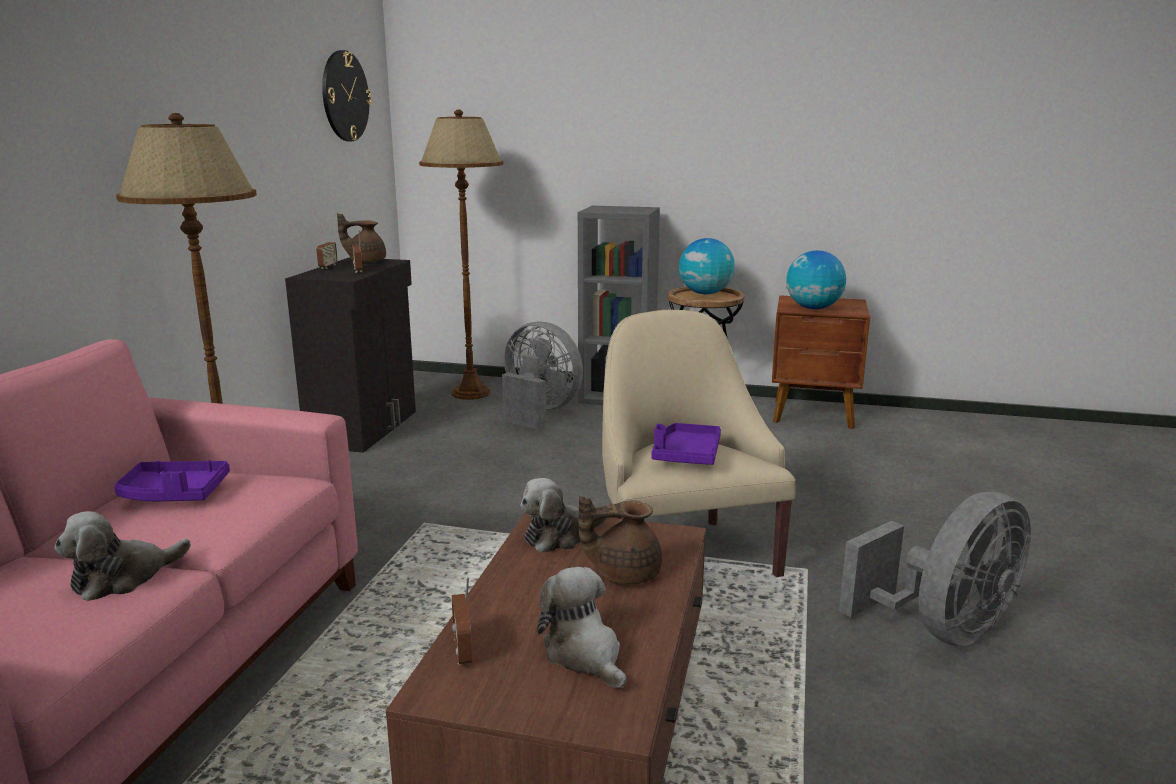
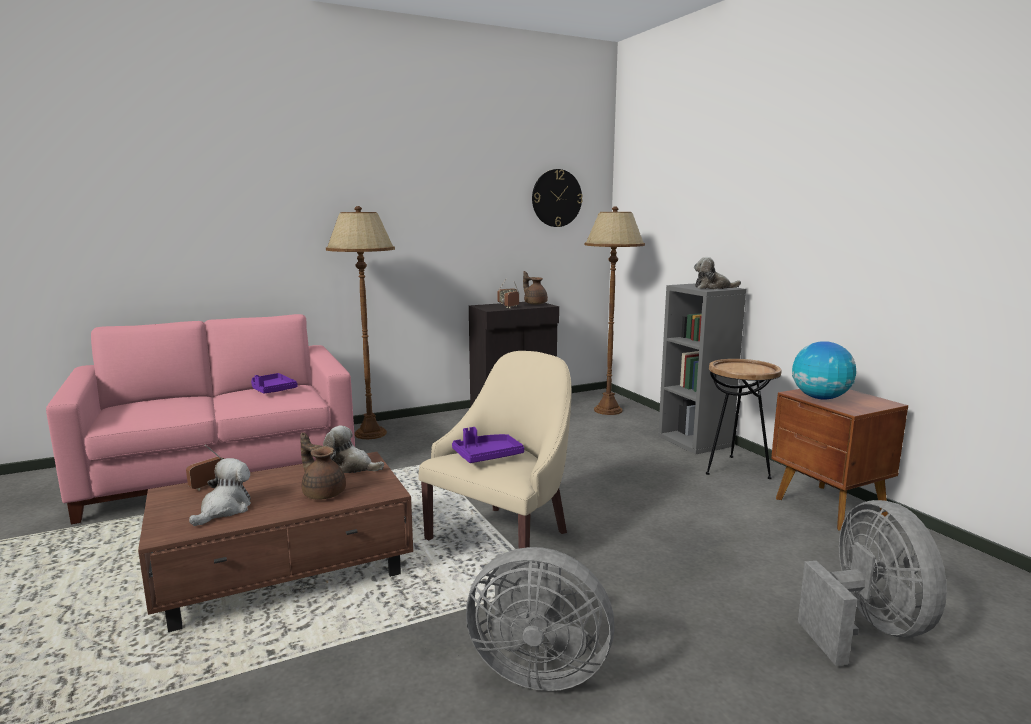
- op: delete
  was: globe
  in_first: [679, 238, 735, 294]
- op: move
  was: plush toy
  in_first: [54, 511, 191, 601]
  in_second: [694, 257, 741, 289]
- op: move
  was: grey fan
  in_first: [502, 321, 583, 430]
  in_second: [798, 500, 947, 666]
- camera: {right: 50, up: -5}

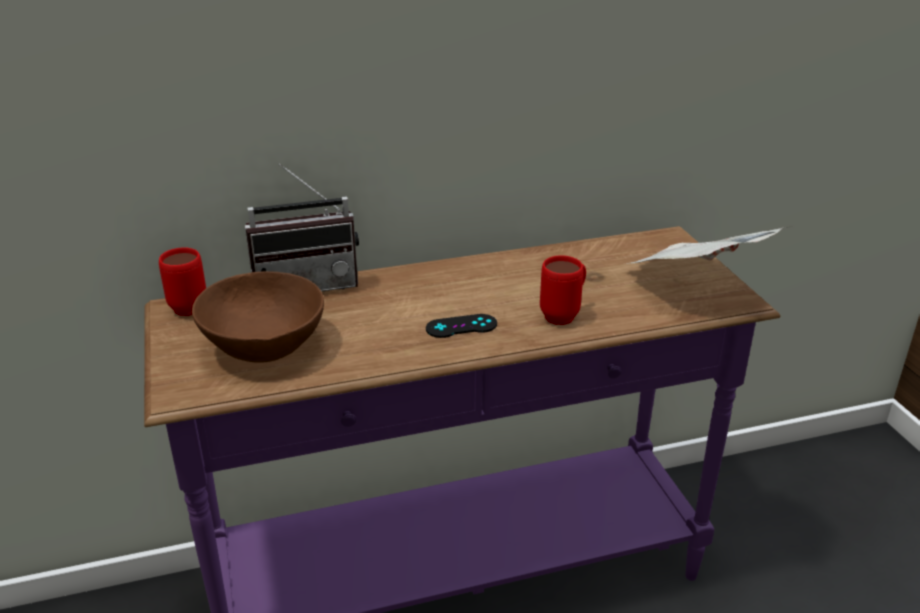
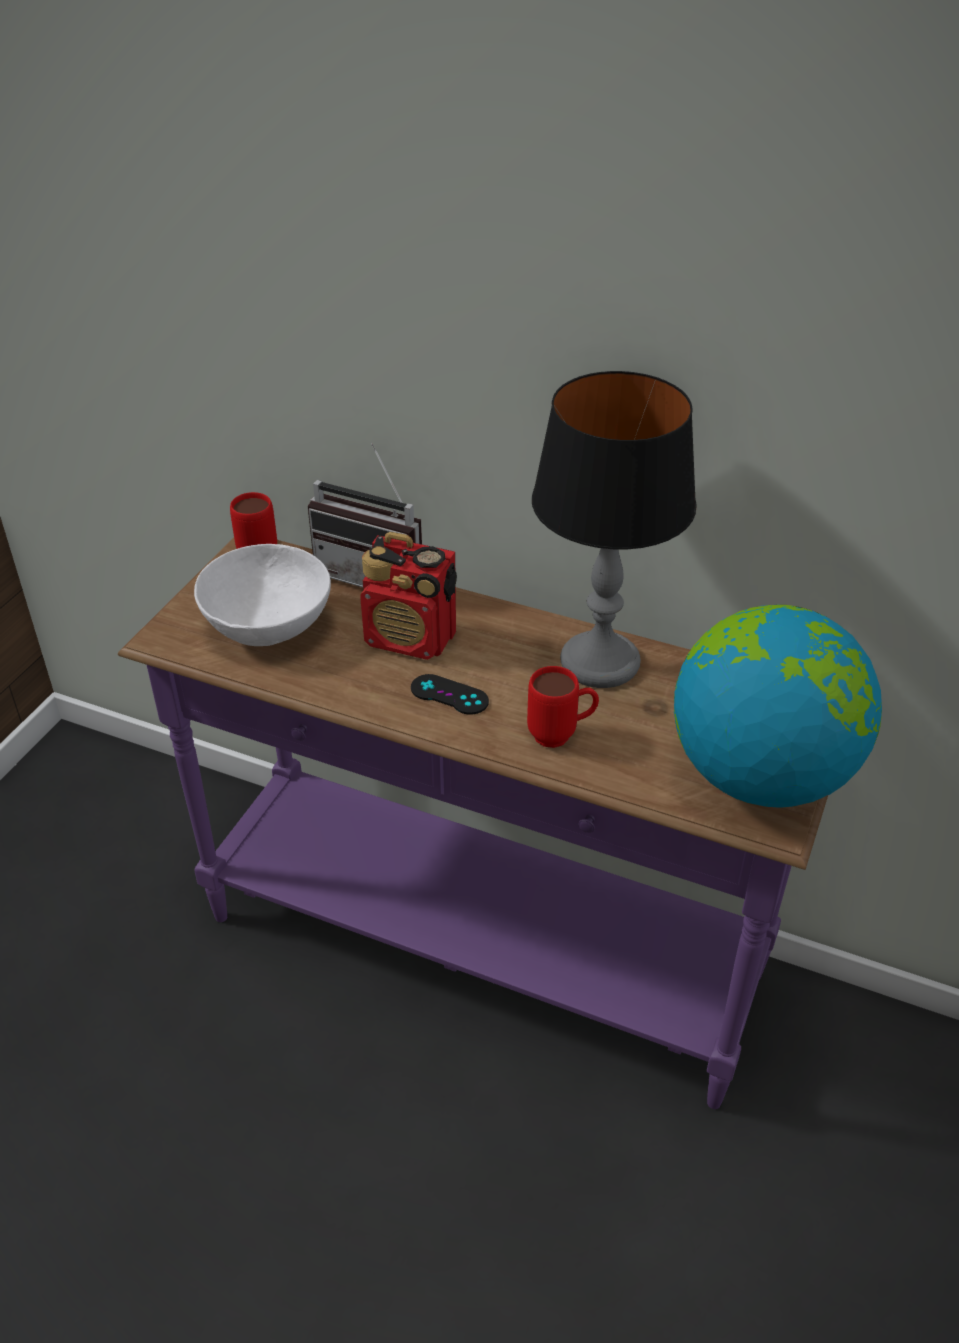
- op: insert
  now: radio
  in_second: [360, 532, 457, 660]
- op: insert
  now: table lamp
  in_second: [532, 371, 697, 688]
- op: replace
  was: newspaper
  now: globe
  in_first: [626, 227, 788, 264]
  in_second: [674, 605, 882, 808]
- op: recolor
  was: brown bowl
  now: white bowl
  in_first: [192, 272, 324, 363]
  in_second: [194, 544, 331, 646]
- camera: {right: 40, up: 10}

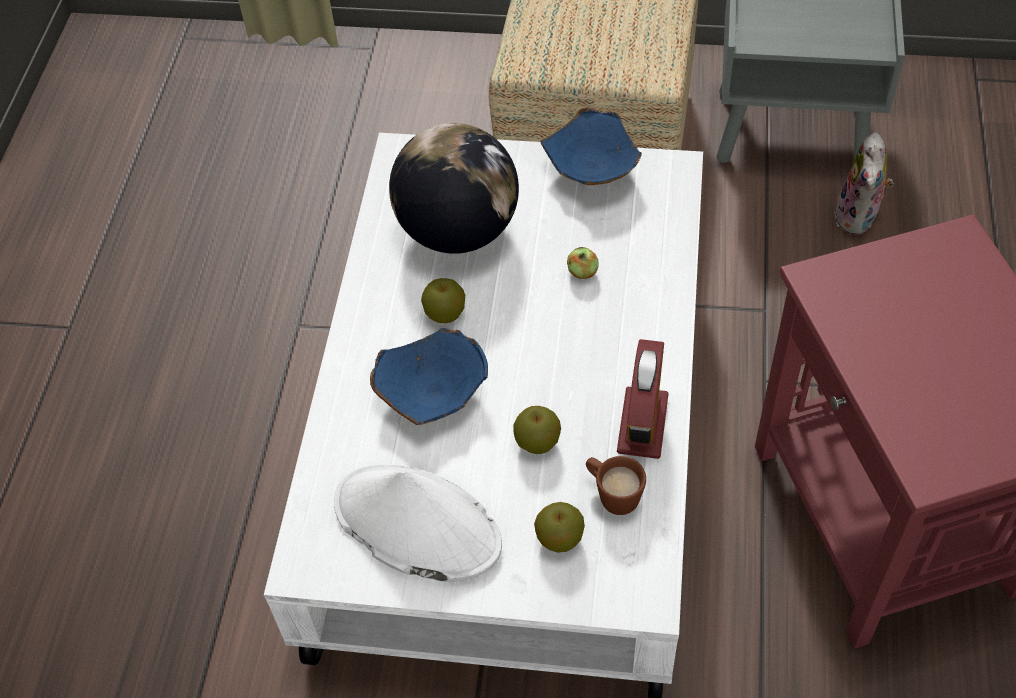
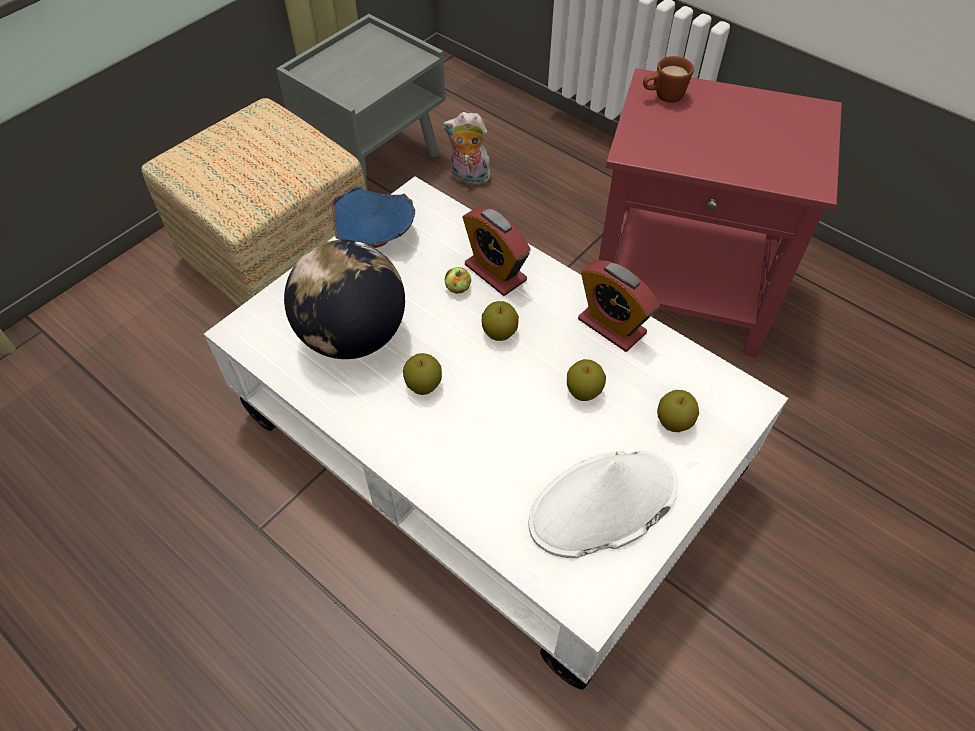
- op: delete
  was: blue bowl
  in_first: [370, 327, 488, 425]
- op: insert
  now: alarm clock
  in_second: [463, 207, 531, 296]
- op: insert
  now: apple
  in_second: [482, 301, 519, 341]
- op: move
  was: brown mug
  in_first: [586, 456, 646, 515]
  in_second: [643, 56, 694, 103]
- op: rotate
  was: plush toy
  in_first: [834, 132, 894, 234]
  in_second: [443, 112, 491, 185]
  clockwise: 150
- camera: {right: -60, up: 0}

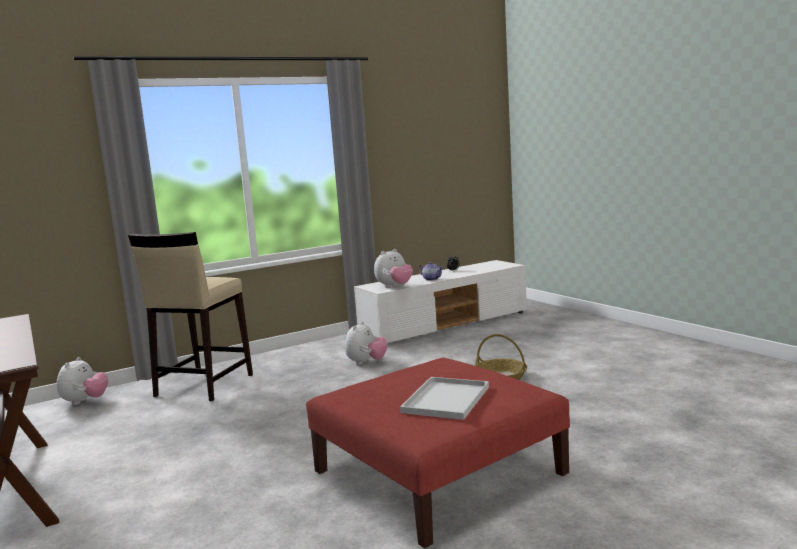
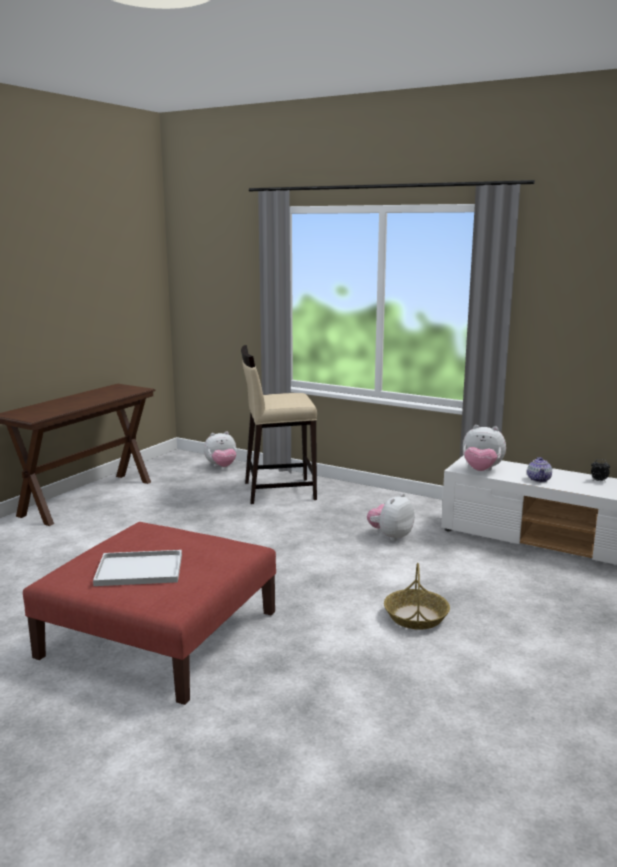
- op: rotate
  was: plush toy
  in_first: [345, 321, 387, 365]
  in_second: [367, 493, 414, 541]
  clockwise: 135
- camera: {right: 60, up: 5}

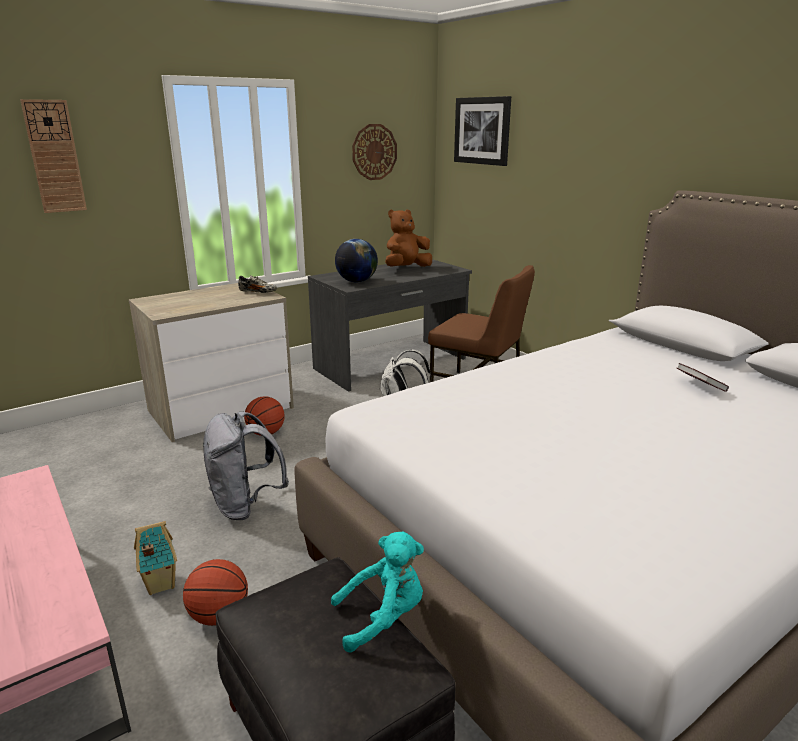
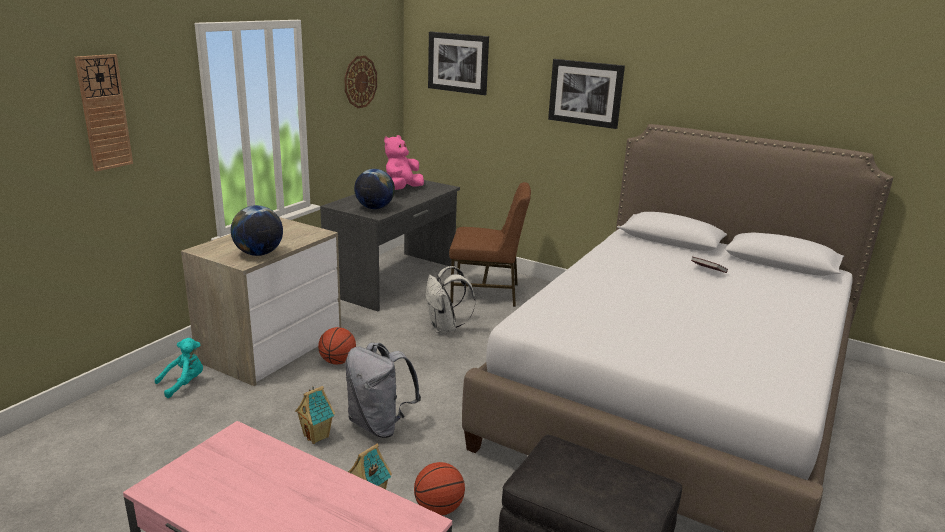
- op: delete
  was: shoe
  in_first: [238, 275, 277, 293]
- op: insert
  now: globe
  in_second: [231, 205, 283, 256]
- op: insert
  now: toy house
  in_second: [295, 386, 335, 444]
- op: insert
  now: picture
  in_second: [548, 59, 625, 129]
- op: move
  was: turquoise plush toy
  in_first: [331, 532, 424, 653]
  in_second: [155, 338, 203, 398]
- op: recolor
  was: brown plush toy
  now: pink plush toy
  in_first: [385, 209, 432, 267]
  in_second: [384, 135, 424, 190]
- camera: {right: -25, up: 0}

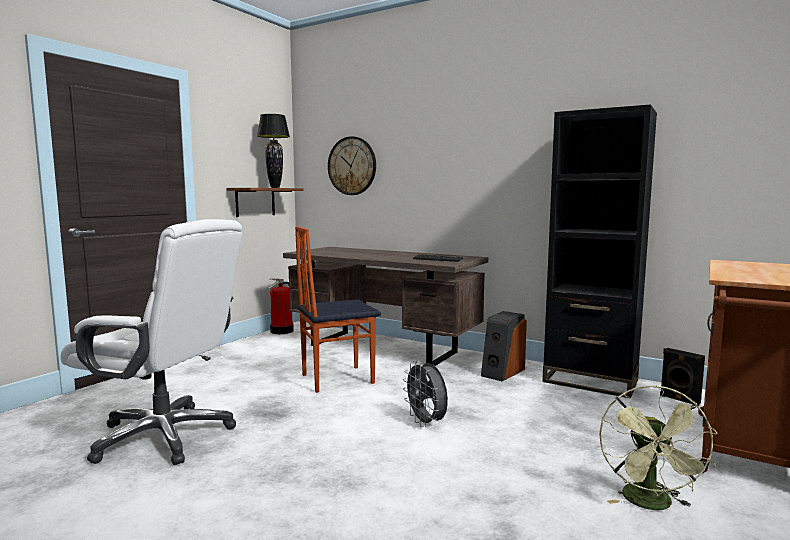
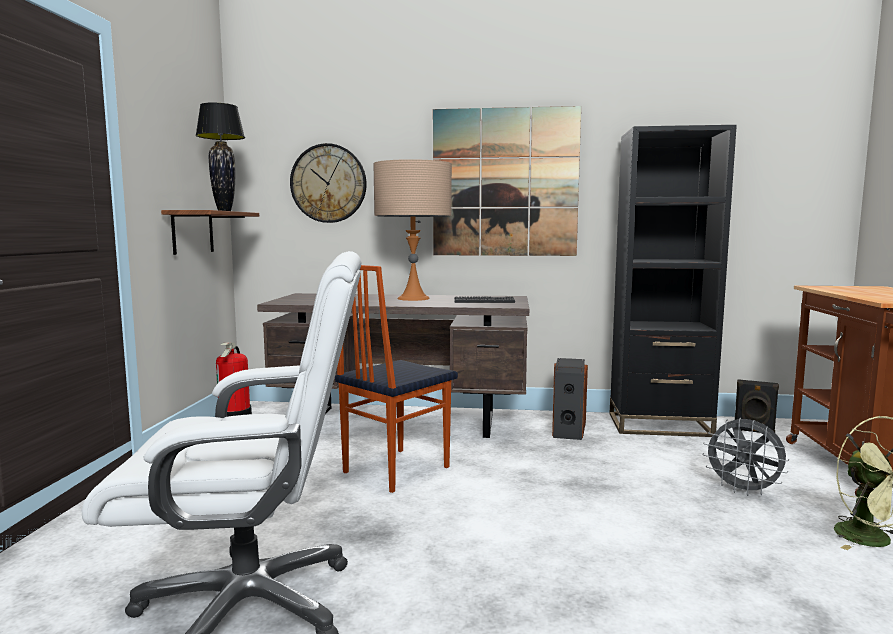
- op: insert
  now: beige table lamp
  in_second: [374, 159, 452, 301]
- op: insert
  now: picture
  in_second: [433, 106, 581, 256]
- op: move
  was: grey fan
  in_first: [403, 361, 448, 428]
  in_second: [702, 418, 789, 496]
- camera: {right: -25, up: 0}

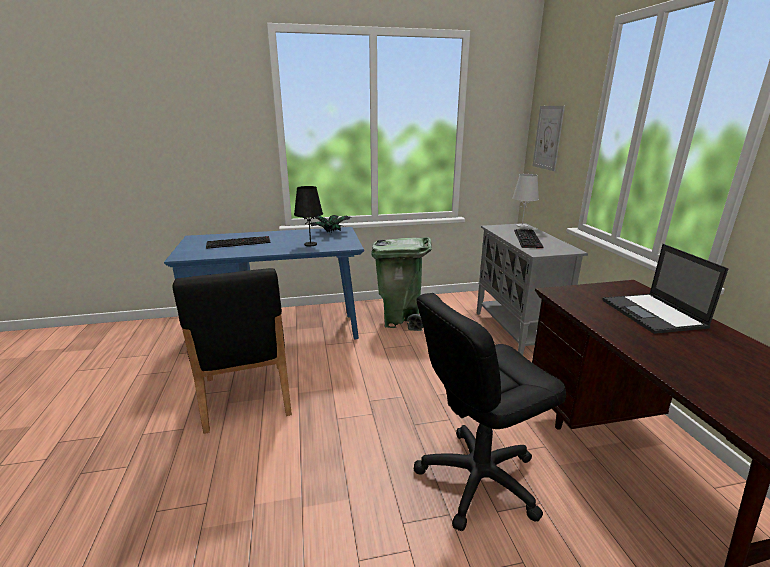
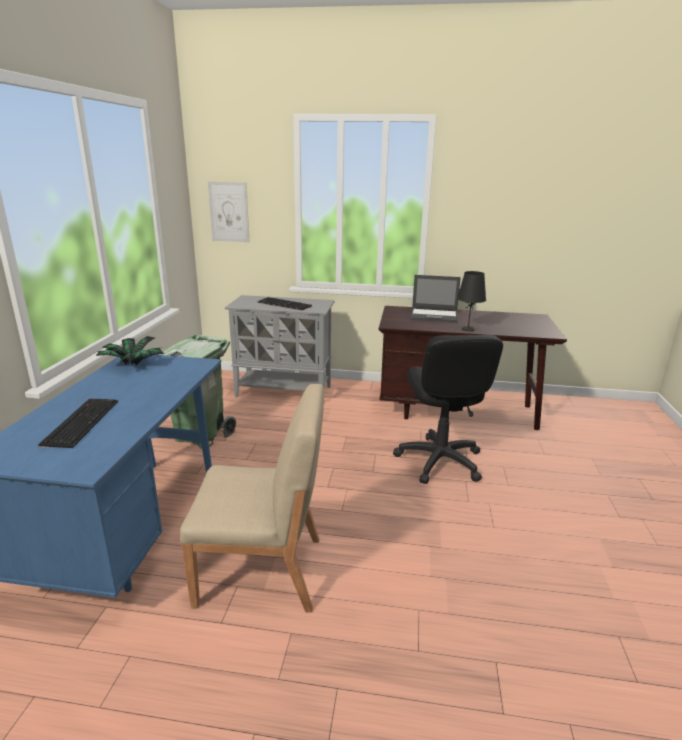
- op: delete
  was: white table lamp
  in_first: [512, 174, 539, 227]
- op: move
  was: black table lamp
  in_first: [294, 186, 323, 246]
  in_second: [457, 271, 486, 331]
- op: recolor
  was: black chair
  now: beige chair
  in_first: [173, 268, 292, 434]
  in_second: [180, 384, 324, 613]
- camera: {right: -70, up: 0}

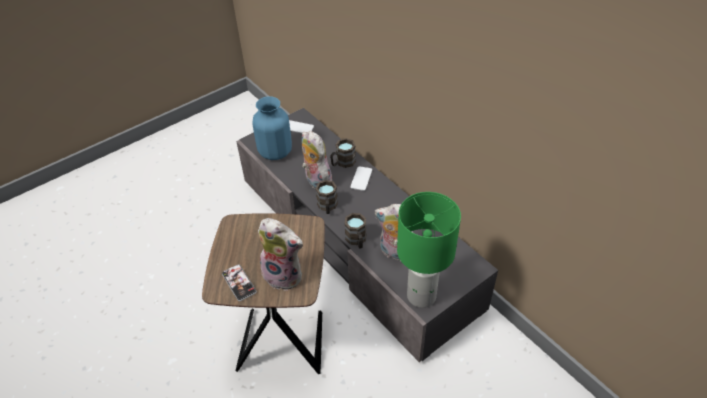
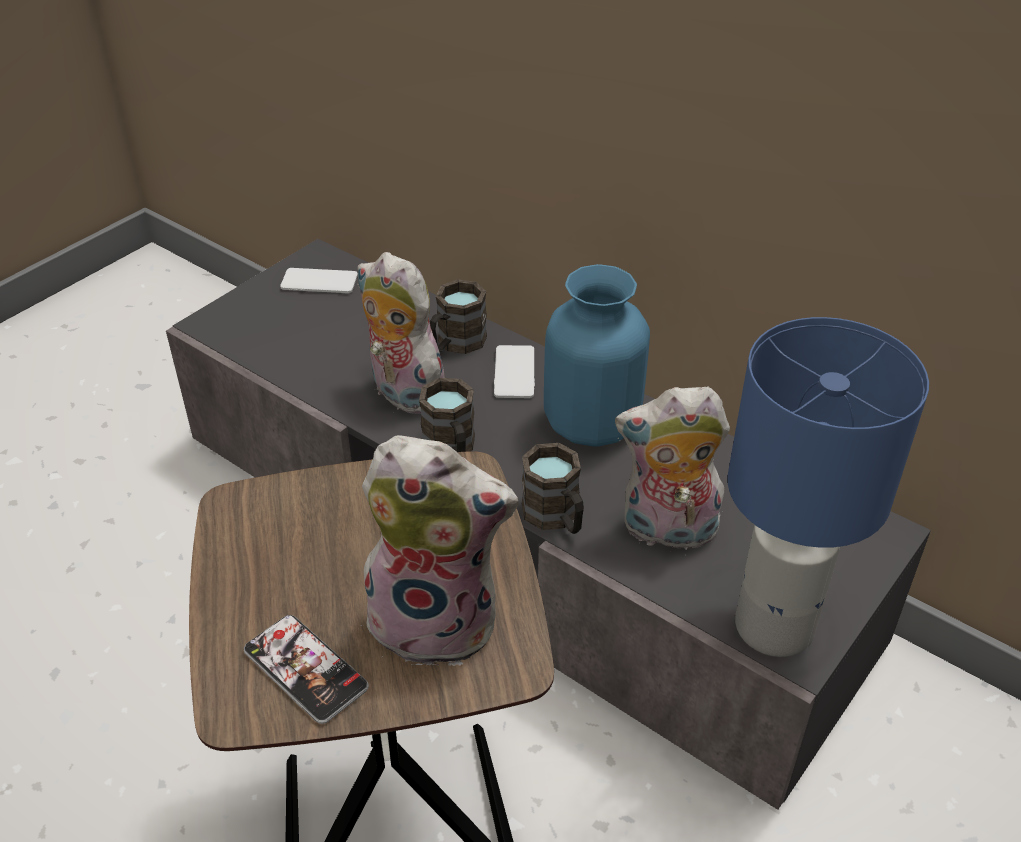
- op: move
  was: blue vase
  in_first: [252, 96, 292, 160]
  in_second: [544, 264, 650, 447]
- op: recolor
  was: green table lamp
  now: blue table lamp
  in_first: [397, 192, 461, 308]
  in_second: [728, 317, 929, 657]
- camera: {right: -15, up: -5}

